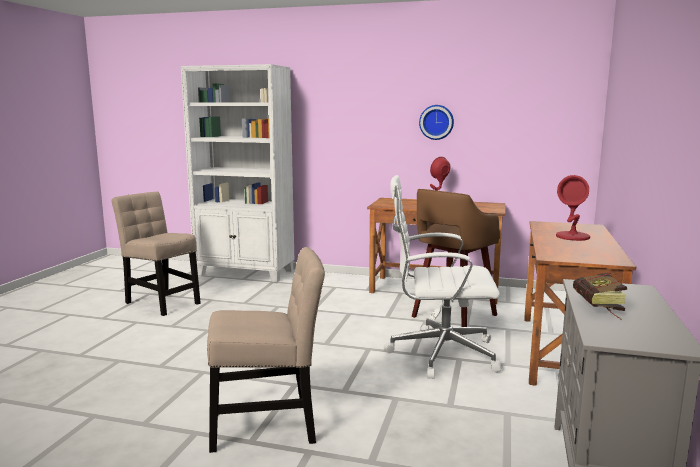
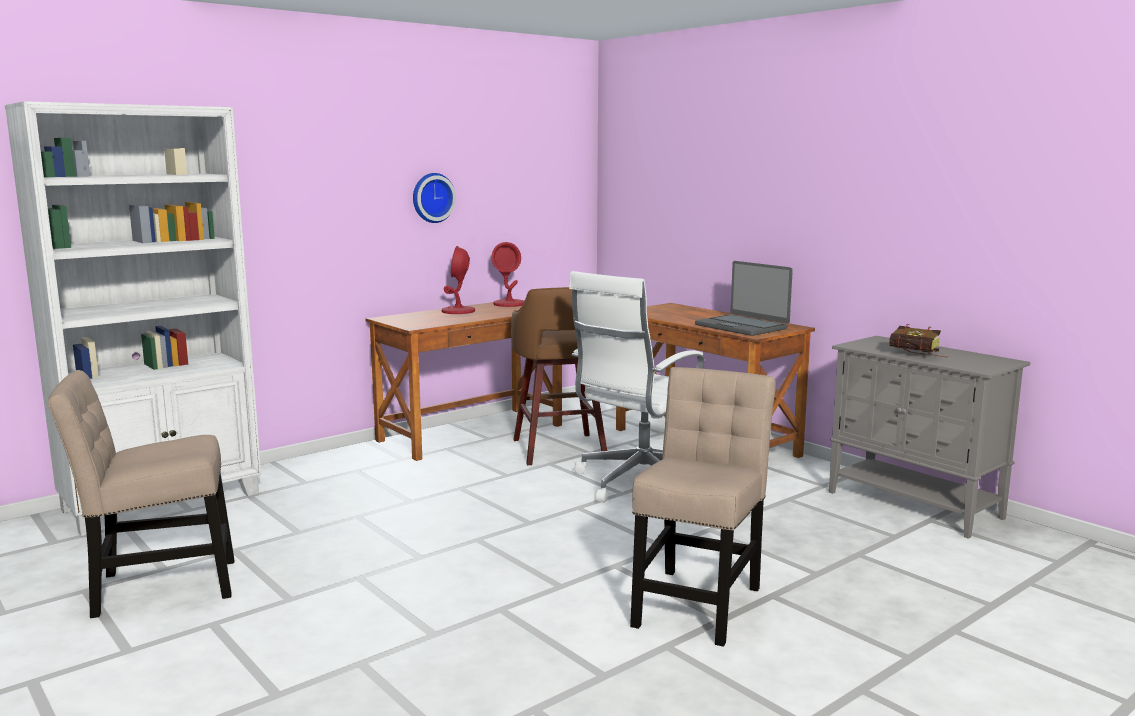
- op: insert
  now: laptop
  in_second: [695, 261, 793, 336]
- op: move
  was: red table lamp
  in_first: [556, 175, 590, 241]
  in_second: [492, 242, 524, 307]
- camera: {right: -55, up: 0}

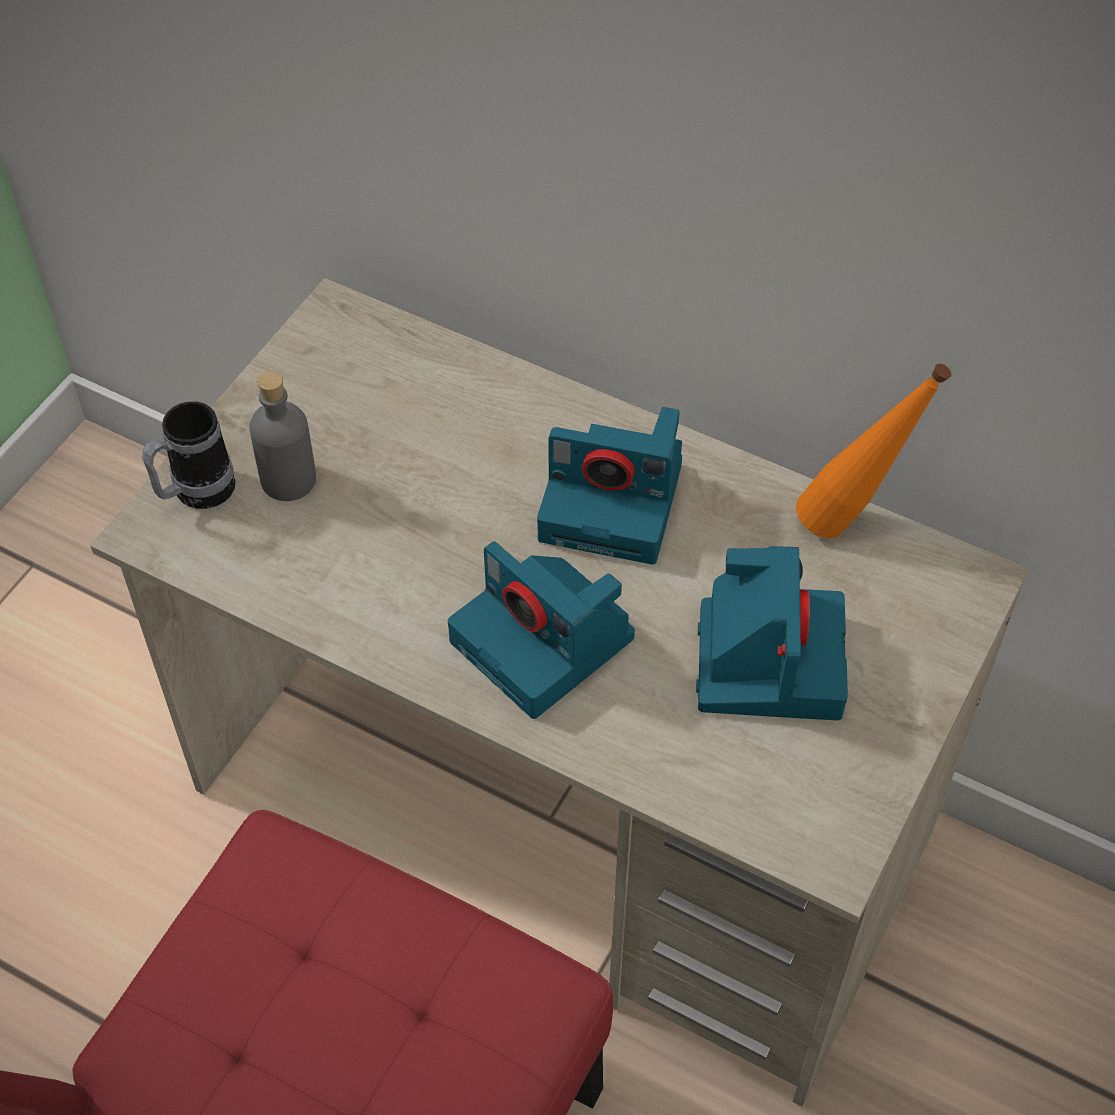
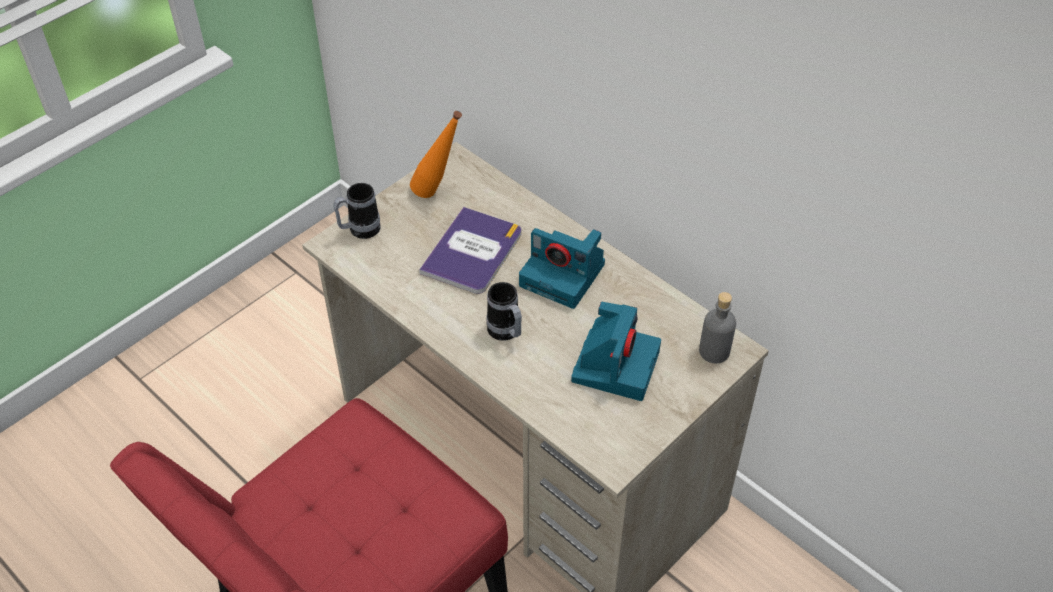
- op: insert
  now: book
  in_second: [419, 207, 521, 294]
- op: move
  was: grey bottle
  in_first: [250, 371, 316, 501]
  in_second: [699, 292, 736, 363]
- op: move
  was: orange bottle
  in_first: [796, 364, 951, 539]
  in_second: [410, 111, 462, 198]
- op: replace
  was: photo camera
  now: mug
  in_first: [448, 541, 635, 719]
  in_second: [486, 282, 522, 341]
- camera: {right: 15, up: -5}

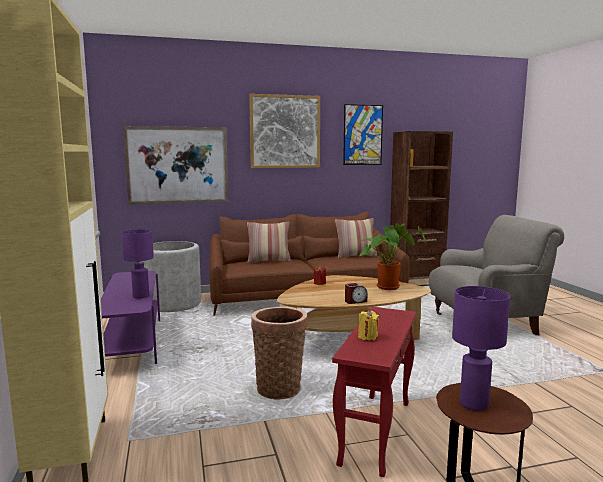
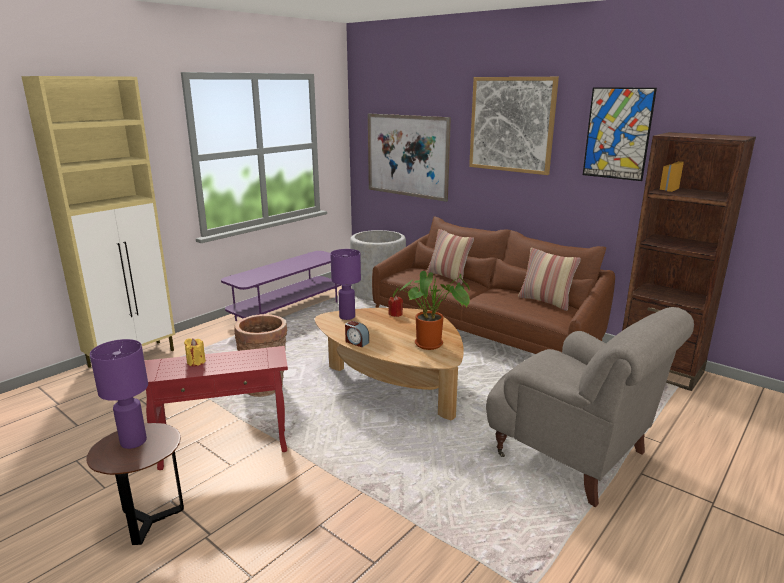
- op: move
  was: purple table lamp
  in_first: [122, 229, 154, 299]
  in_second: [330, 249, 361, 320]
- camera: {right: 55, up: 10}

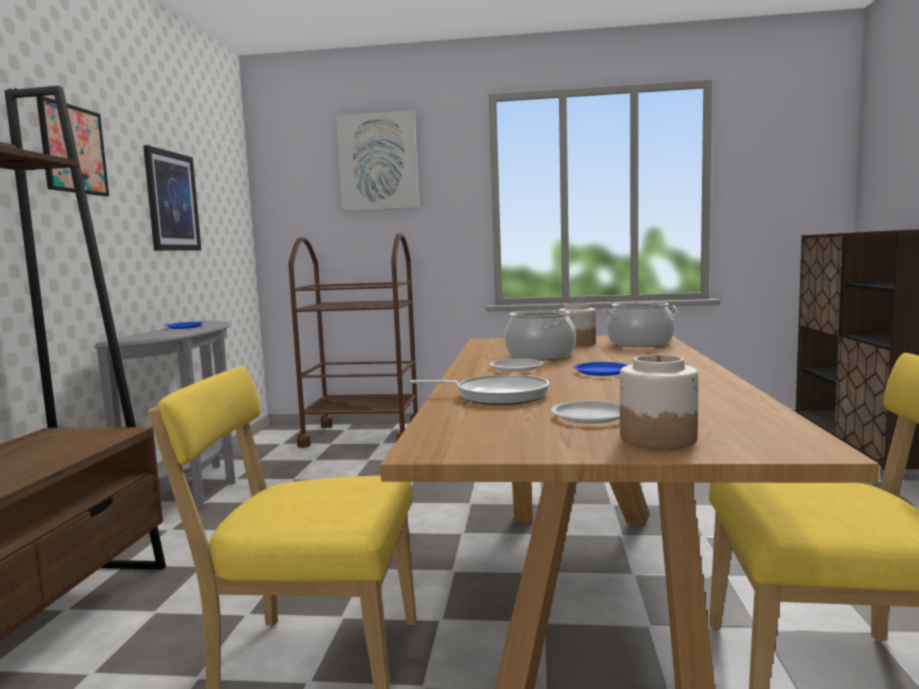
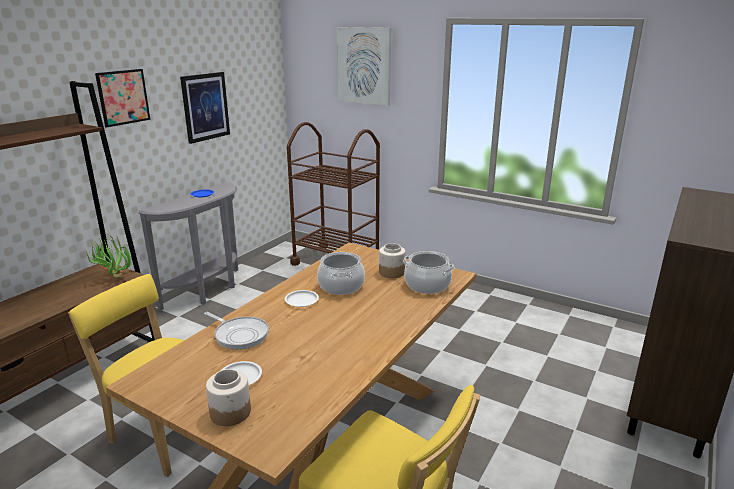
- op: delete
  was: blue plate
  in_first: [573, 362, 627, 376]
- op: insert
  now: potted plant
  in_second: [85, 236, 131, 280]
- camera: {right: 25, up: 15}

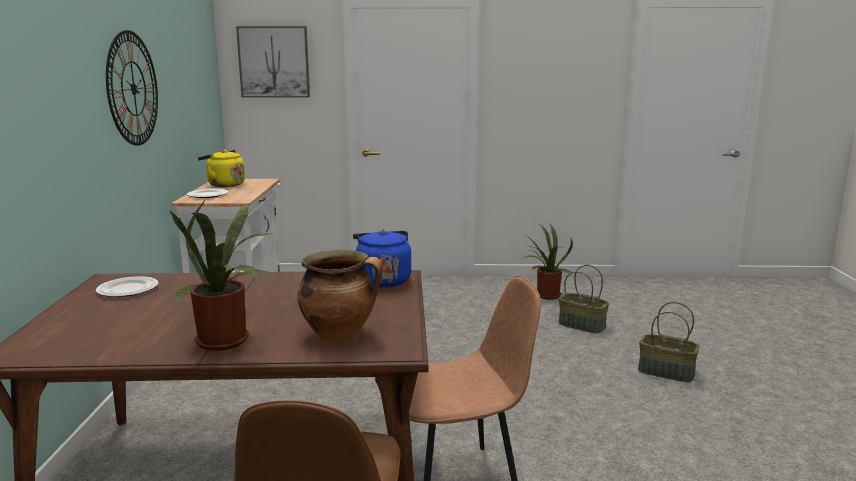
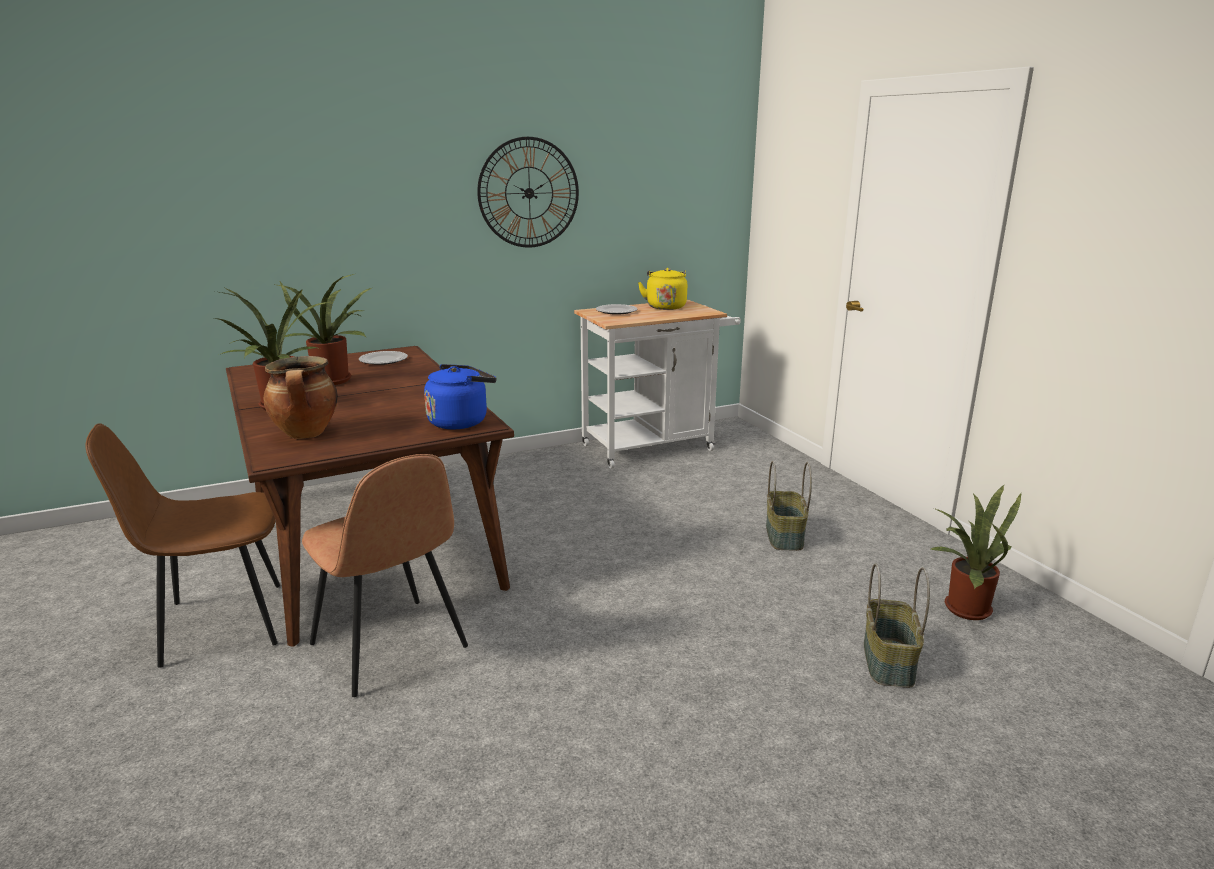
- op: delete
  was: picture
  in_first: [236, 26, 310, 98]
- op: insert
  now: potted plant
  in_second: [273, 274, 375, 385]
- op: move
  was: basket
  in_first: [638, 302, 700, 382]
  in_second: [766, 461, 812, 551]
- camera: {right: 65, up: 5}

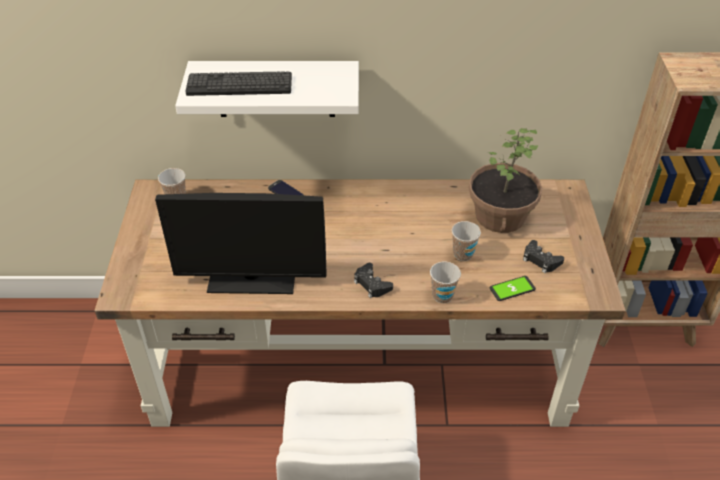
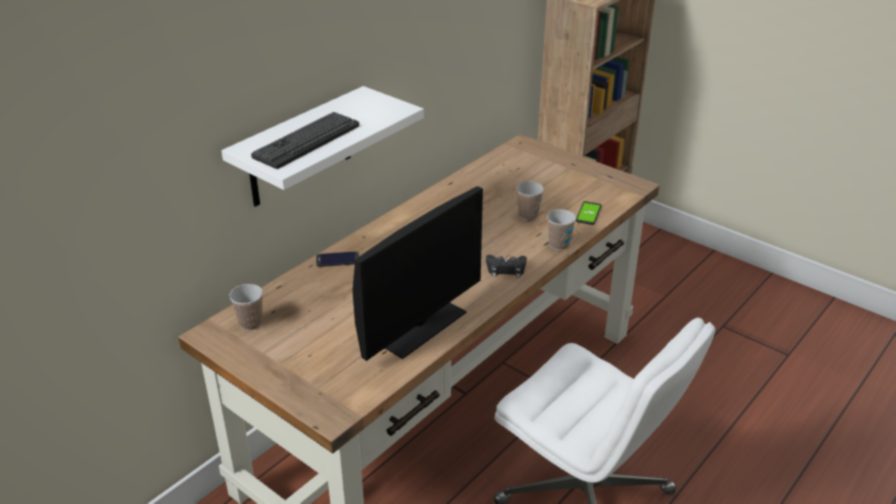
- op: delete
  was: potted plant
  in_first: [469, 128, 542, 233]
- op: delete
  was: black game controller
  in_first: [523, 240, 564, 273]
- camera: {right: -50, up: -10}

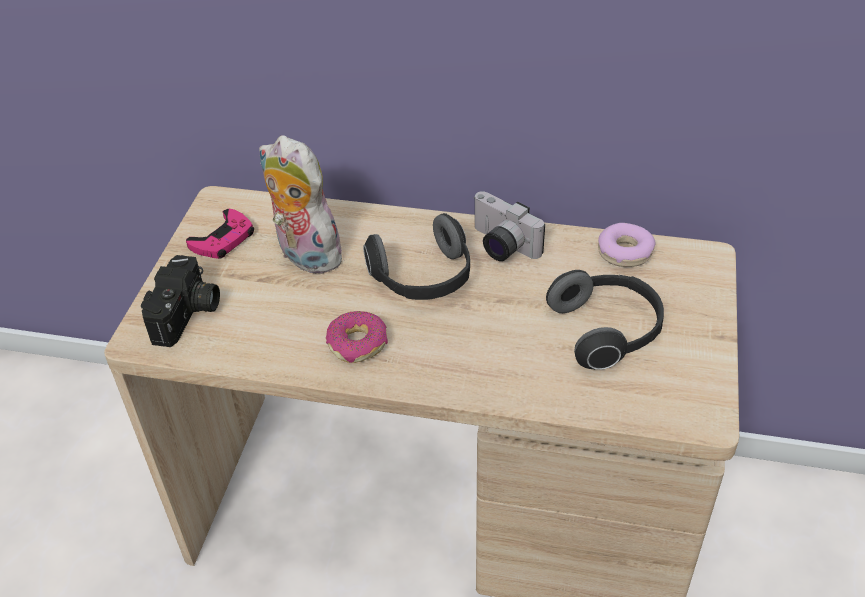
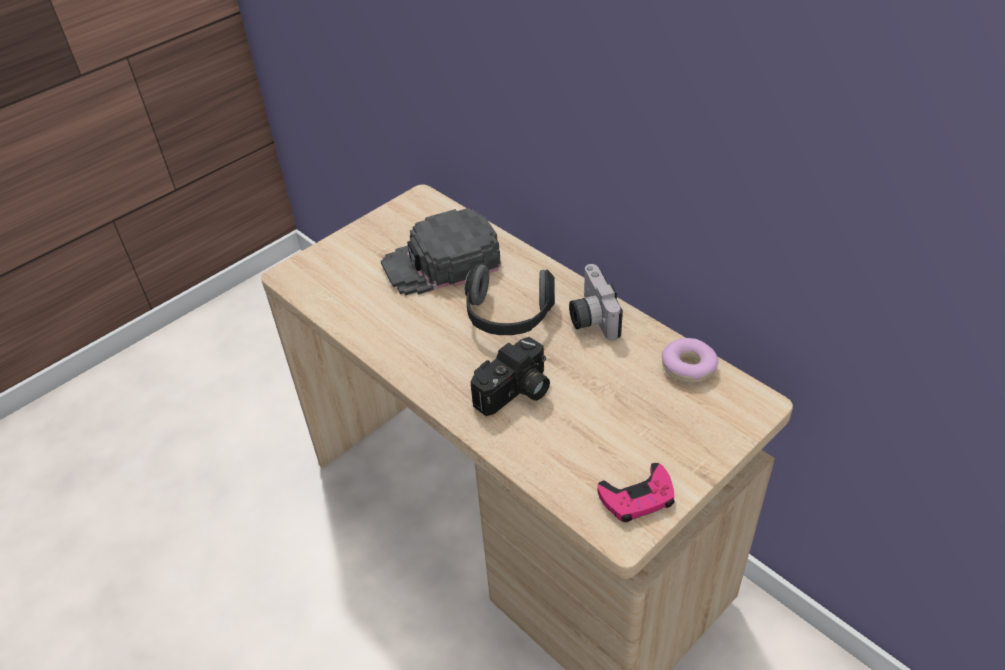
- op: delete
  was: donut
  in_first: [326, 311, 388, 363]
- op: delete
  was: headphones
  in_first: [546, 270, 664, 370]
- op: move
  was: photo camera
  in_first: [141, 255, 220, 347]
  in_second: [471, 337, 550, 416]
- op: move
  was: pink game controller
  in_first: [186, 209, 254, 259]
  in_second: [598, 463, 675, 522]
- op: replace
  was: plush toy
  now: black cap
  in_first: [259, 135, 344, 274]
  in_second: [381, 208, 501, 296]
- camera: {right: 35, up: 0}

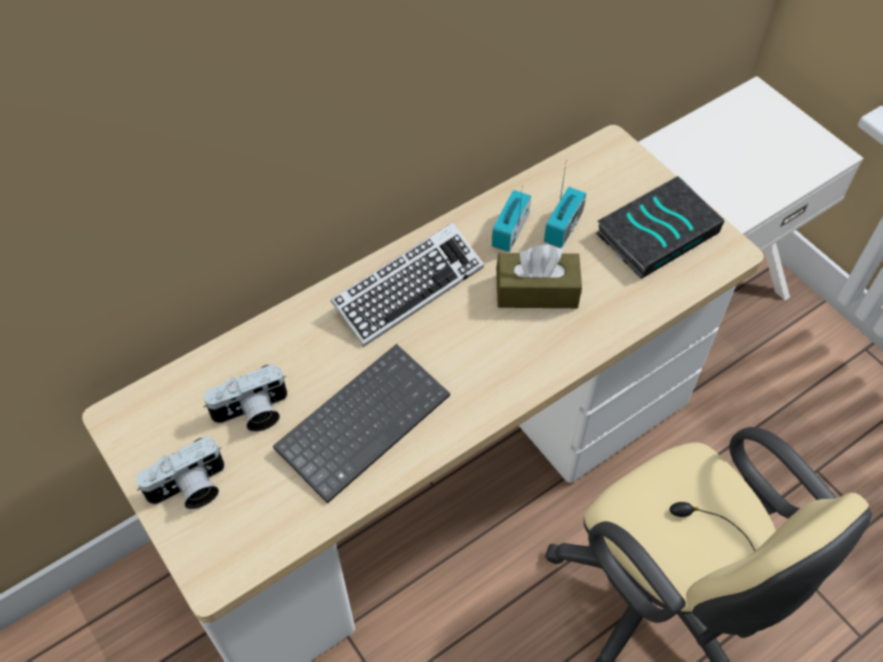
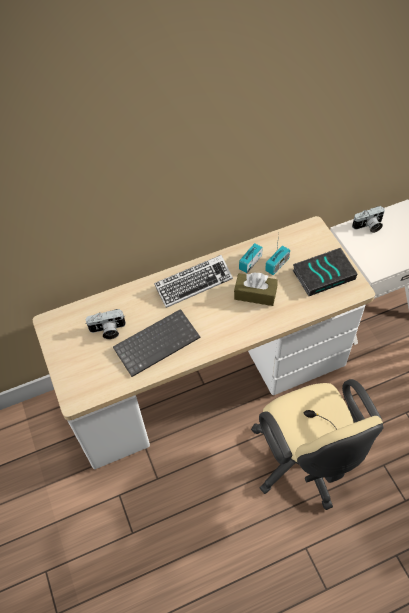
- op: move
  was: photo camera
  in_first: [136, 436, 225, 509]
  in_second: [352, 206, 385, 233]
- camera: {right: 15, up: 0}

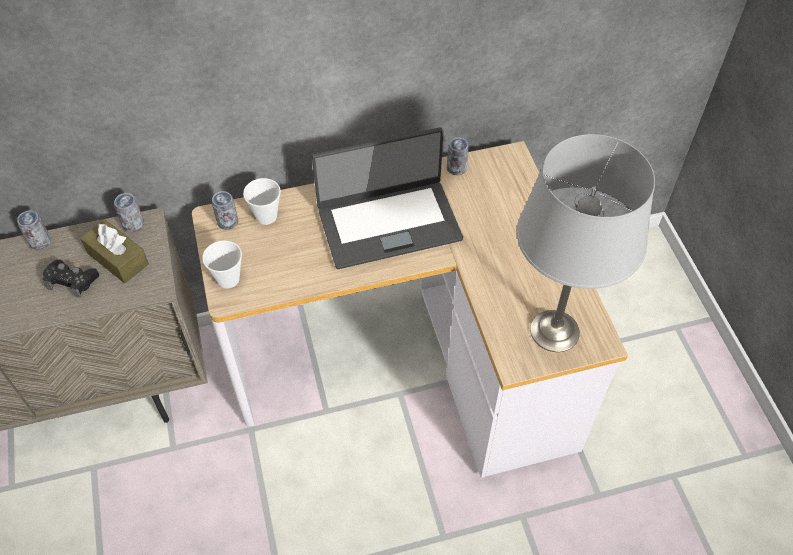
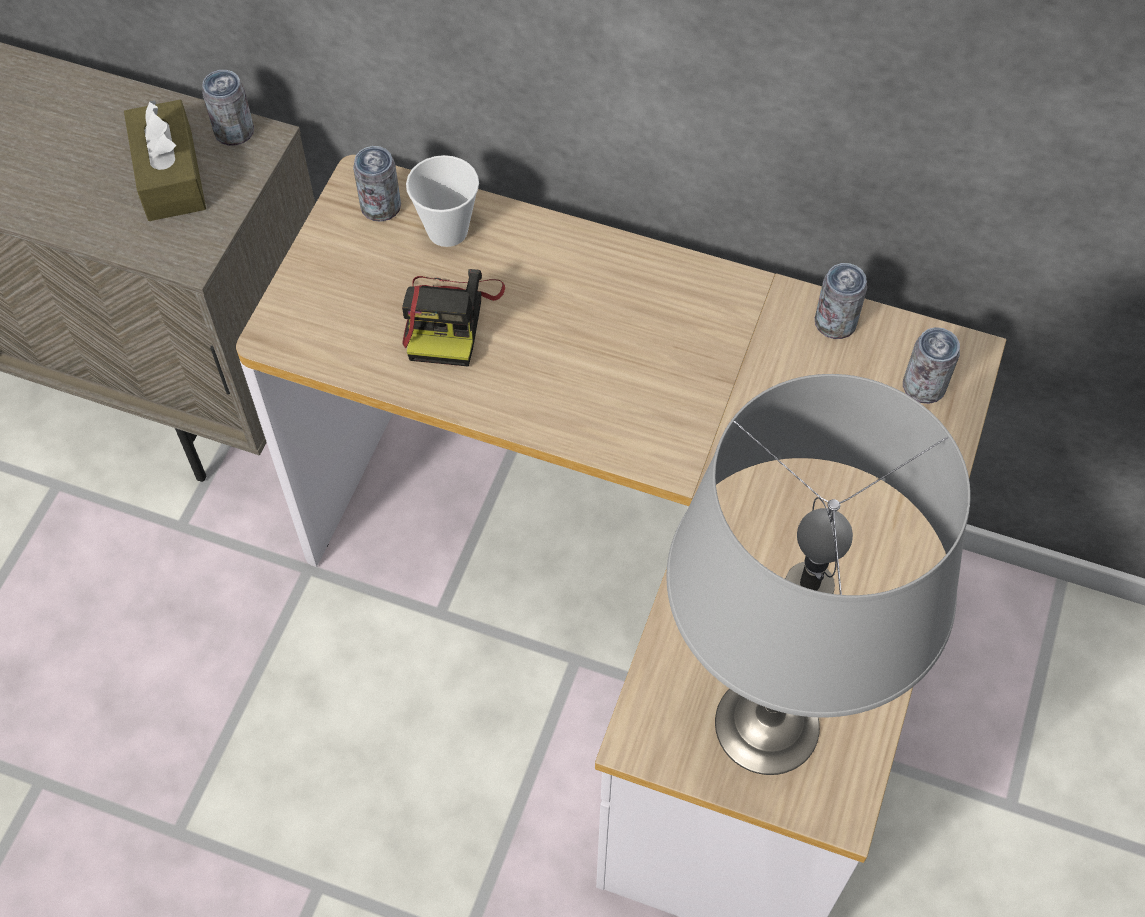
- op: delete
  was: black game controller
  in_first: [42, 259, 99, 298]
- op: delete
  was: cup
  in_first: [202, 241, 242, 289]
- op: delete
  was: laptop
  in_first: [312, 127, 463, 269]
- op: insert
  now: photo camera
  in_second: [402, 269, 505, 367]
- op: move
  was: can
  in_first: [17, 210, 51, 250]
  in_second: [903, 327, 960, 404]
- camera: {right: 35, up: 5}

